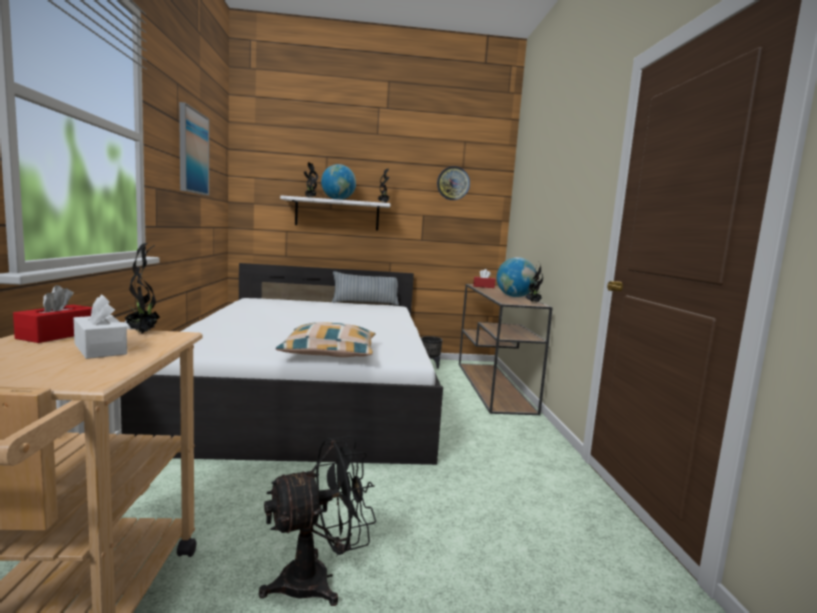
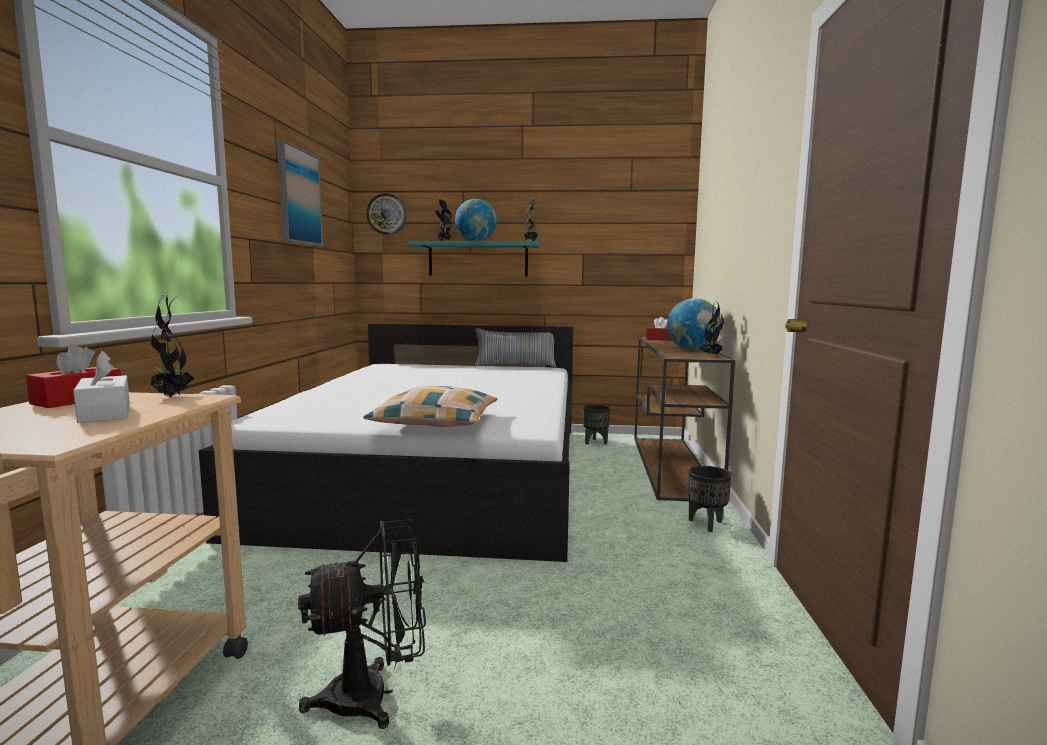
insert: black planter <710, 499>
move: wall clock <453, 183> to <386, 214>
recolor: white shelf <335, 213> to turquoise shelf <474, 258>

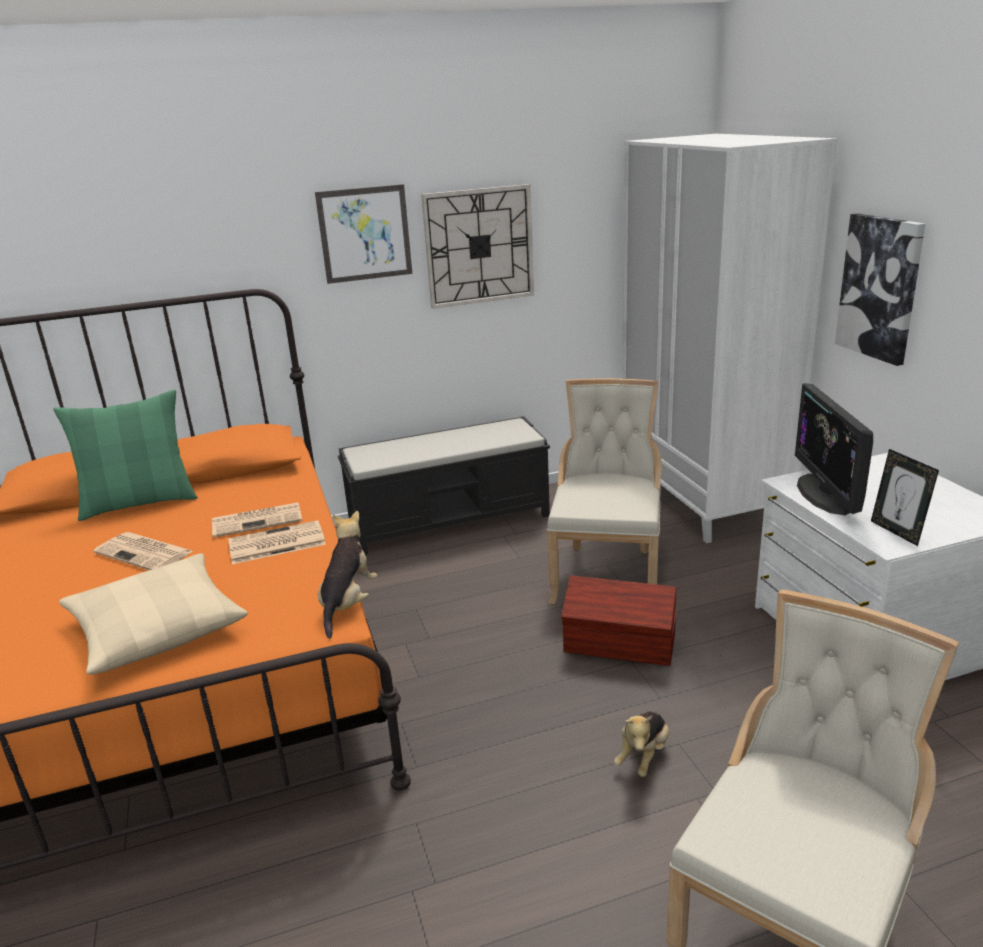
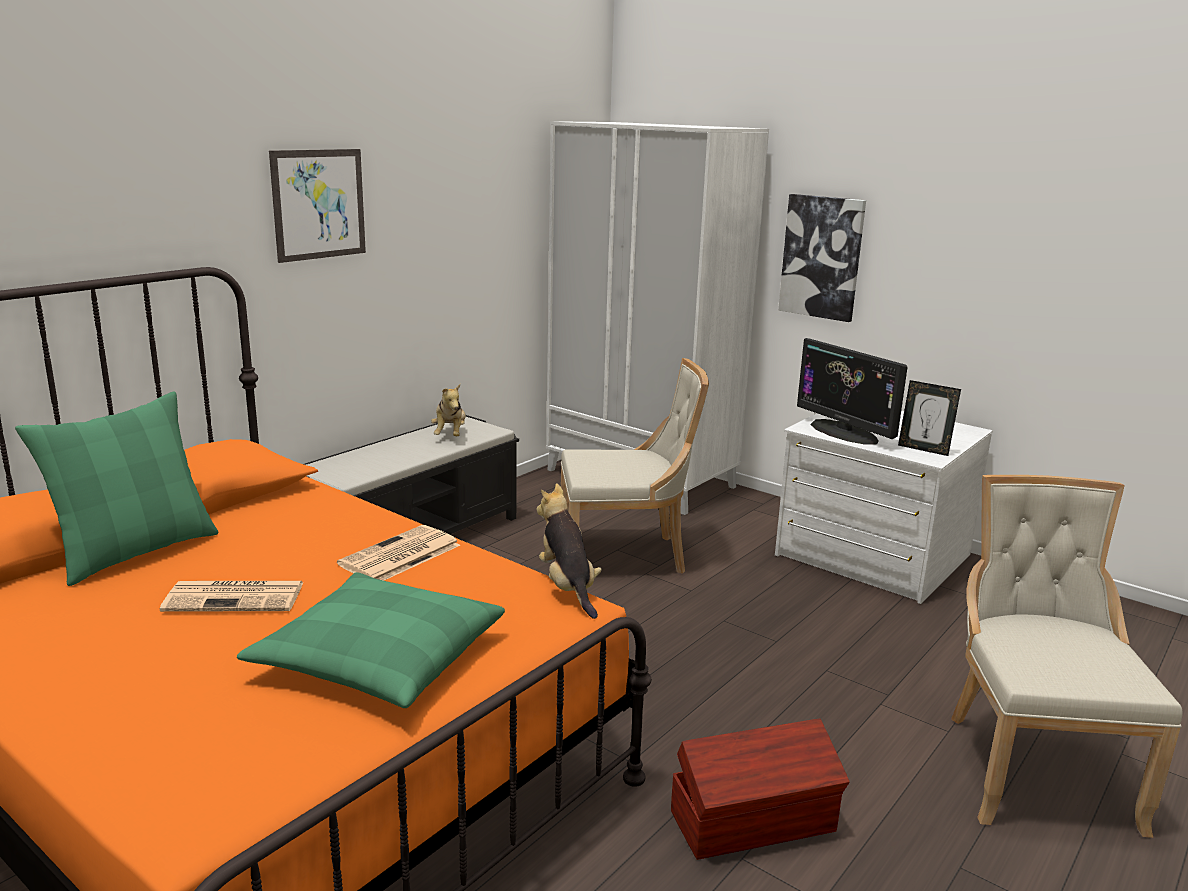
delete: wall clock <477, 246>; newspaper <257, 520>
move: brown storage box <619, 620> to <760, 789>; plush toy <641, 744> to <448, 410>
recolor: beige pillow <153, 614> to green pillow <371, 640>
rotate: beige chair <604, 491> = <635, 466> 105 degrees clockwise

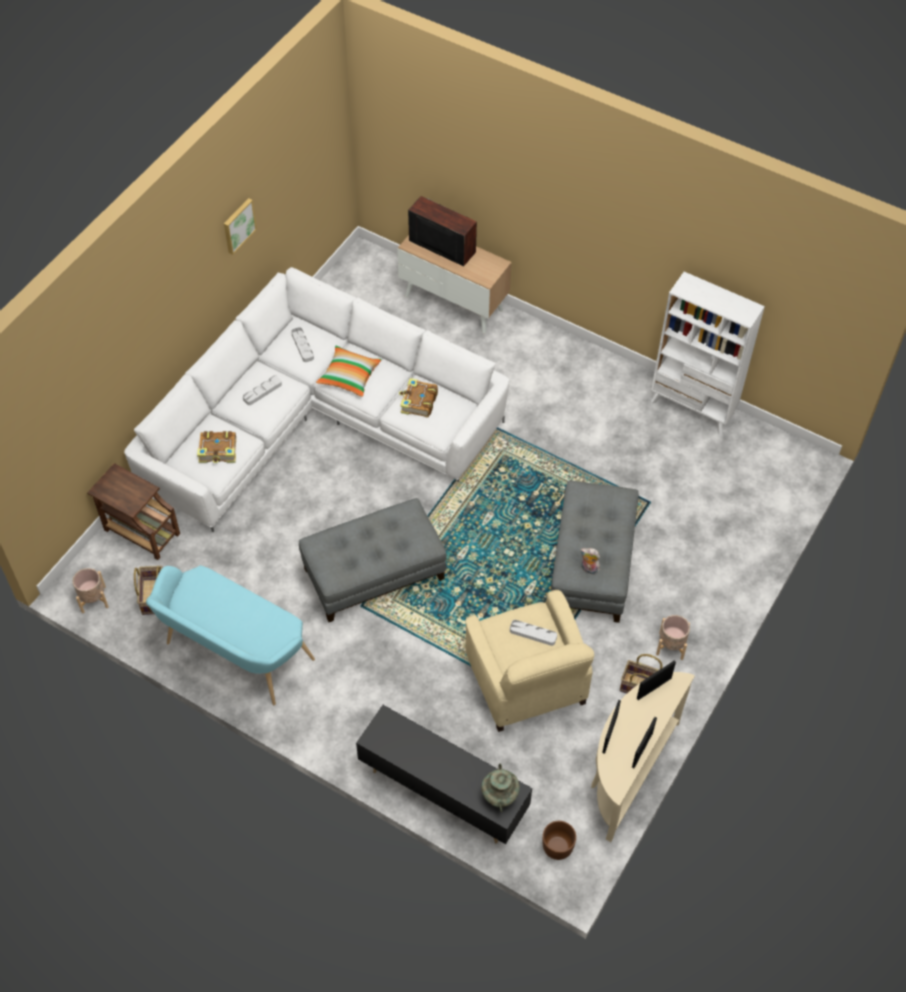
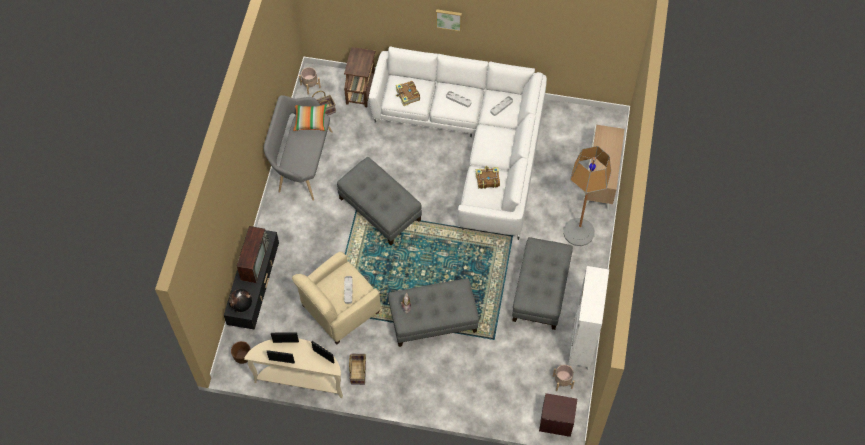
insert: floor lamp <587, 196>; grey ottoman <542, 283>; brown nightstand <558, 415>
move: television <442, 231> to <253, 254>; picture <240, 226> to <449, 20>; pillow <349, 371> to <310, 117>; beige planter <673, 637> to <564, 378>
replace: turquoise vase <500, 788> to globe <240, 300>
recolor: turquoise bench <230, 635> to grey bench <297, 148>

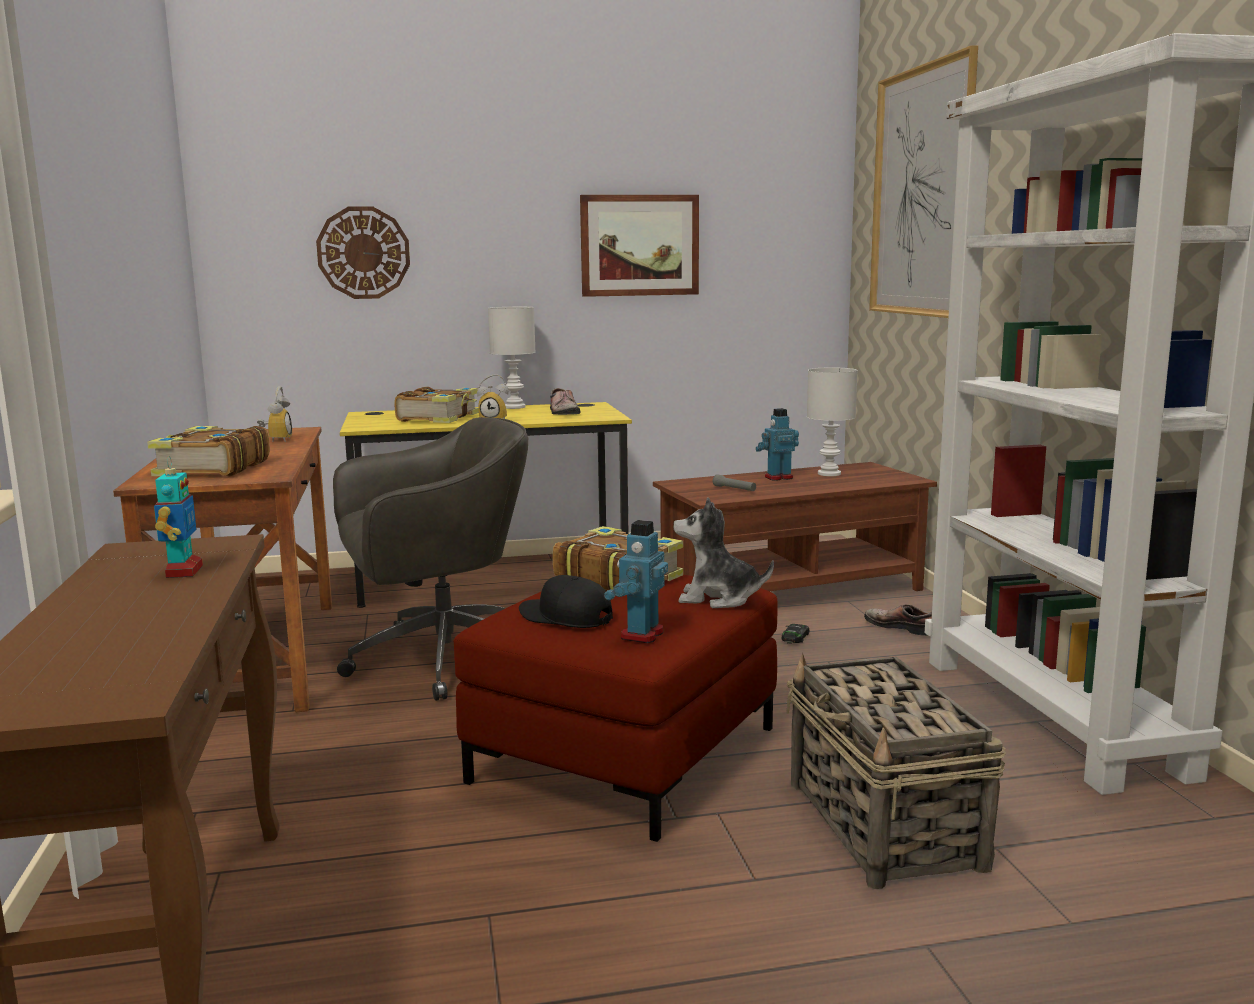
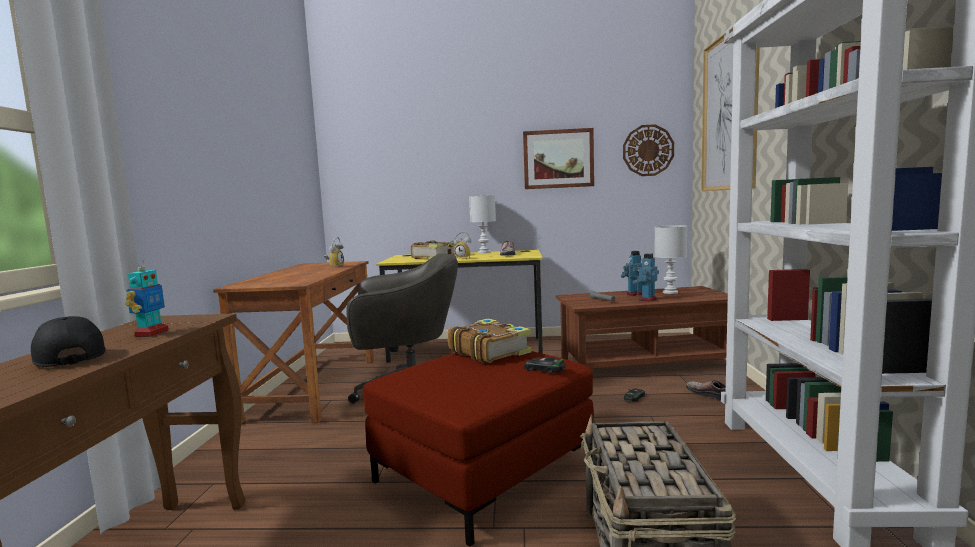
delete: book <208, 451>
move: wall clock <363, 252> to <648, 150>; toy robot <636, 581> to <646, 277>; black cap <566, 601> to <68, 341>
replace: plush toy <723, 552> to toy car <545, 365>

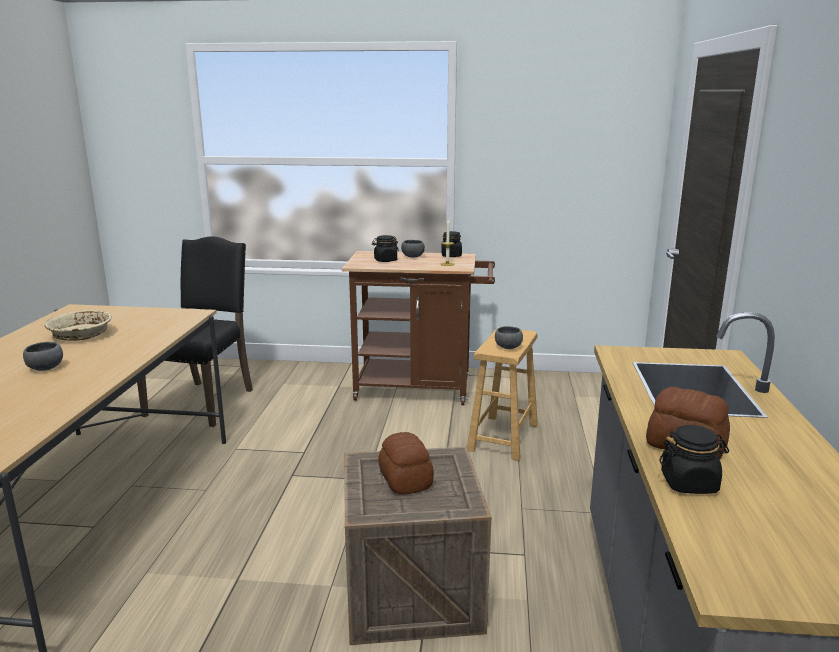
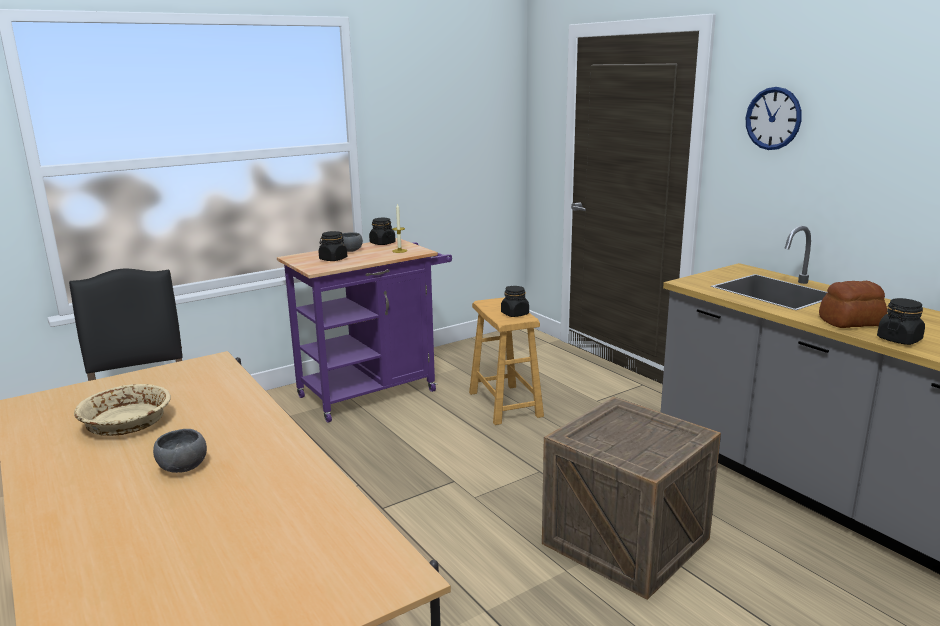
delete: bread <406, 463>
insert: wall clock <774, 118>
replace: grey bowl <509, 337> to black jar <515, 301>
recolor: brown cart <418, 328> to purple cart <364, 330>

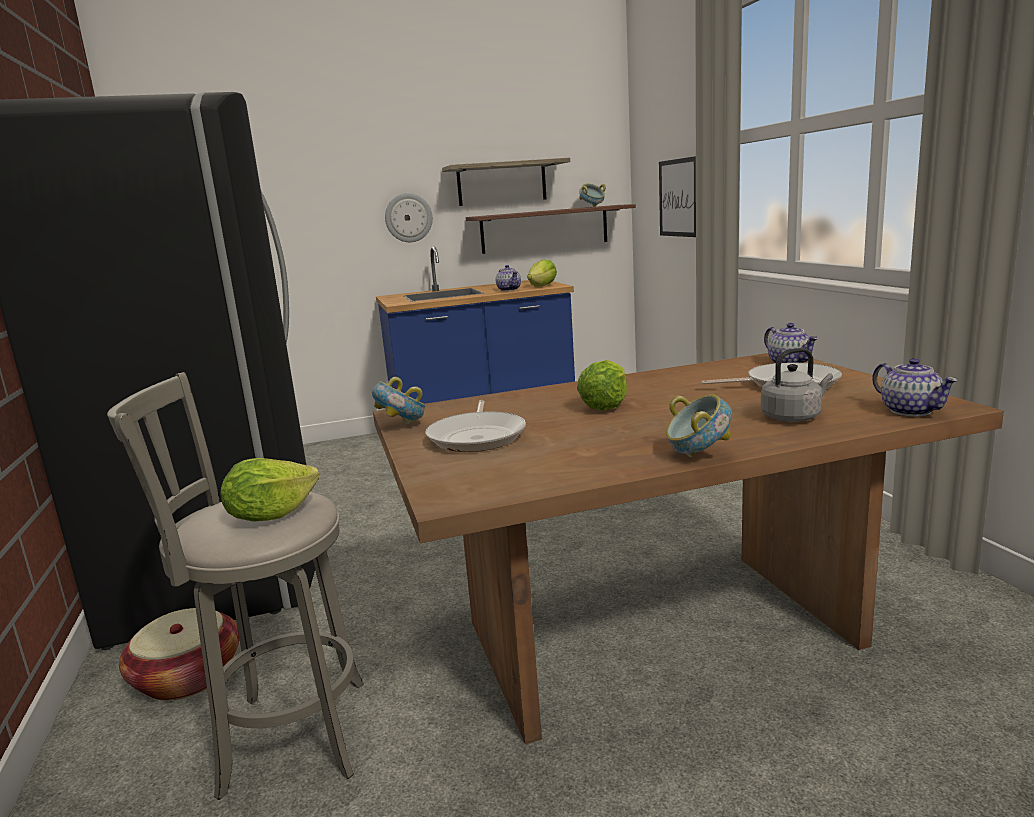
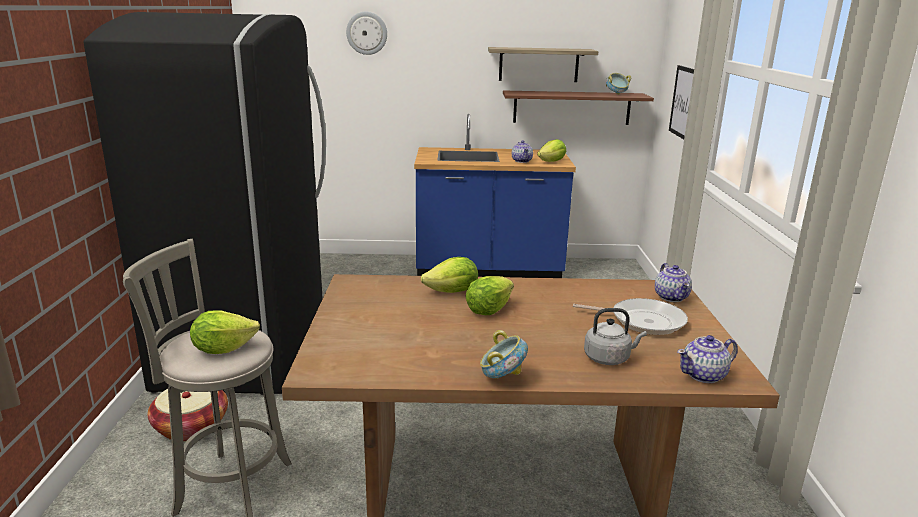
delete: bowl <398, 401>; frying pan <476, 426>
insert: lettuce <449, 275>
move: wall clock <409, 217> to <366, 33>
rotate: teapot <915, 387> = <707, 359> 75 degrees clockwise

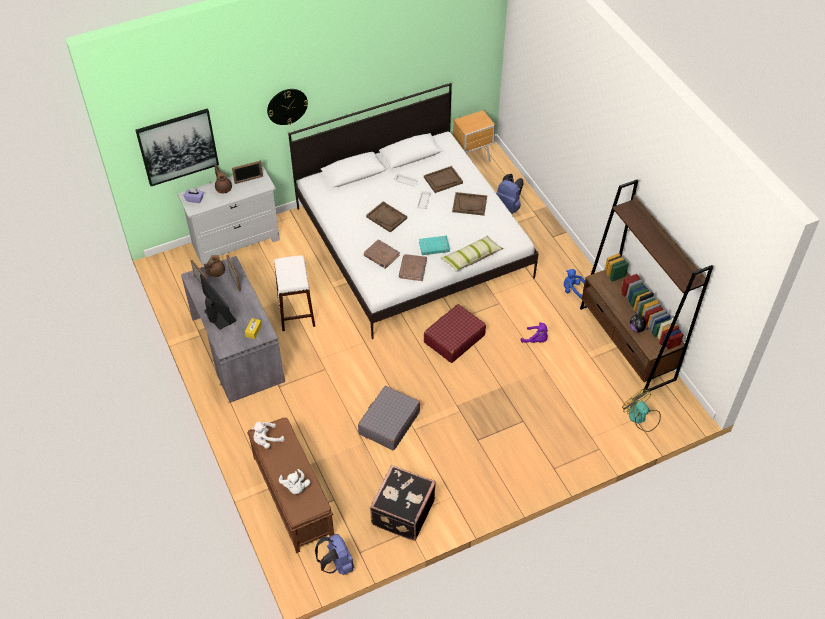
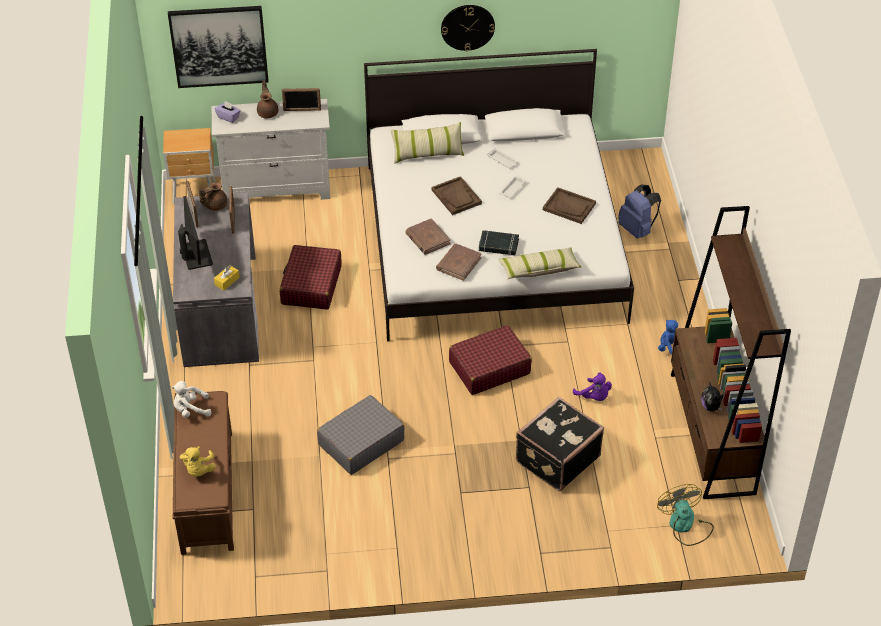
delete: brown tray <443, 179>; blue backpack <334, 554>
insert: pillow <427, 143>
move: wall clock <287, 107> to <468, 28>; brown nightstand <474, 136> to <189, 166>; black suitcase <403, 503> to <560, 444>
replace: white stool <294, 293> to red suitcase <311, 277>
recolor: turquoise book <434, 245> to black book <499, 243>; white plush toy <294, 481> to yellow plush toy <198, 461>

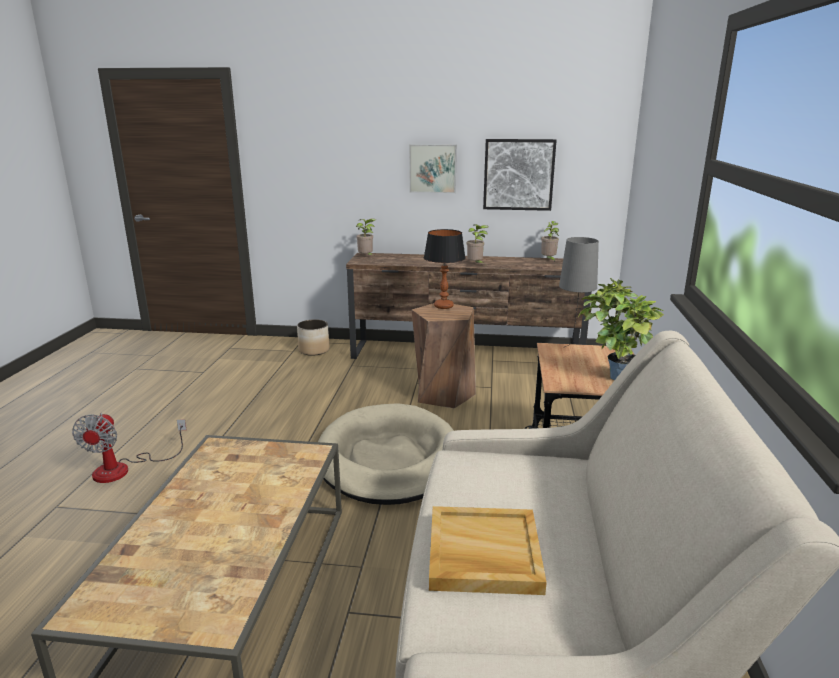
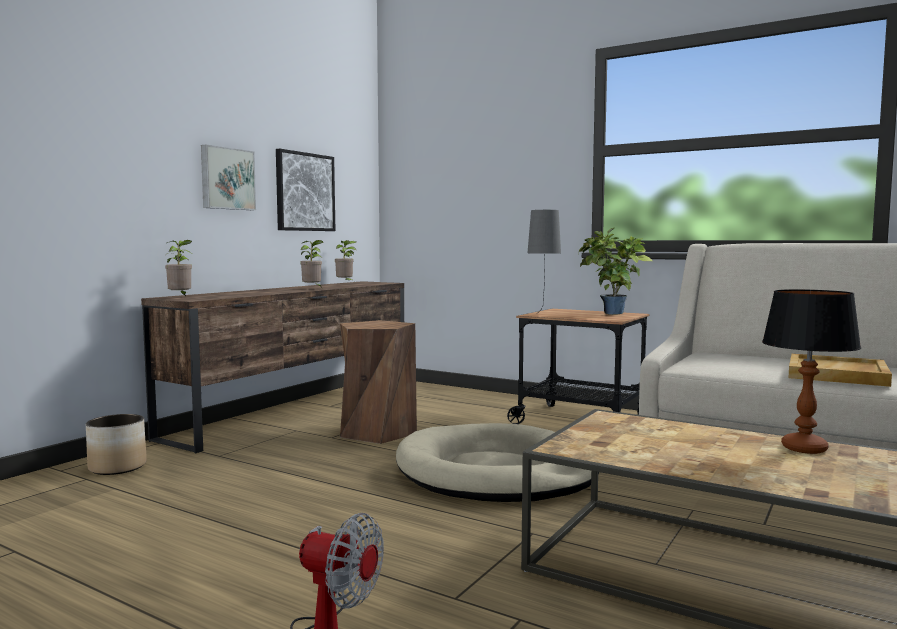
move: table lamp <445, 269> to <811, 371>

